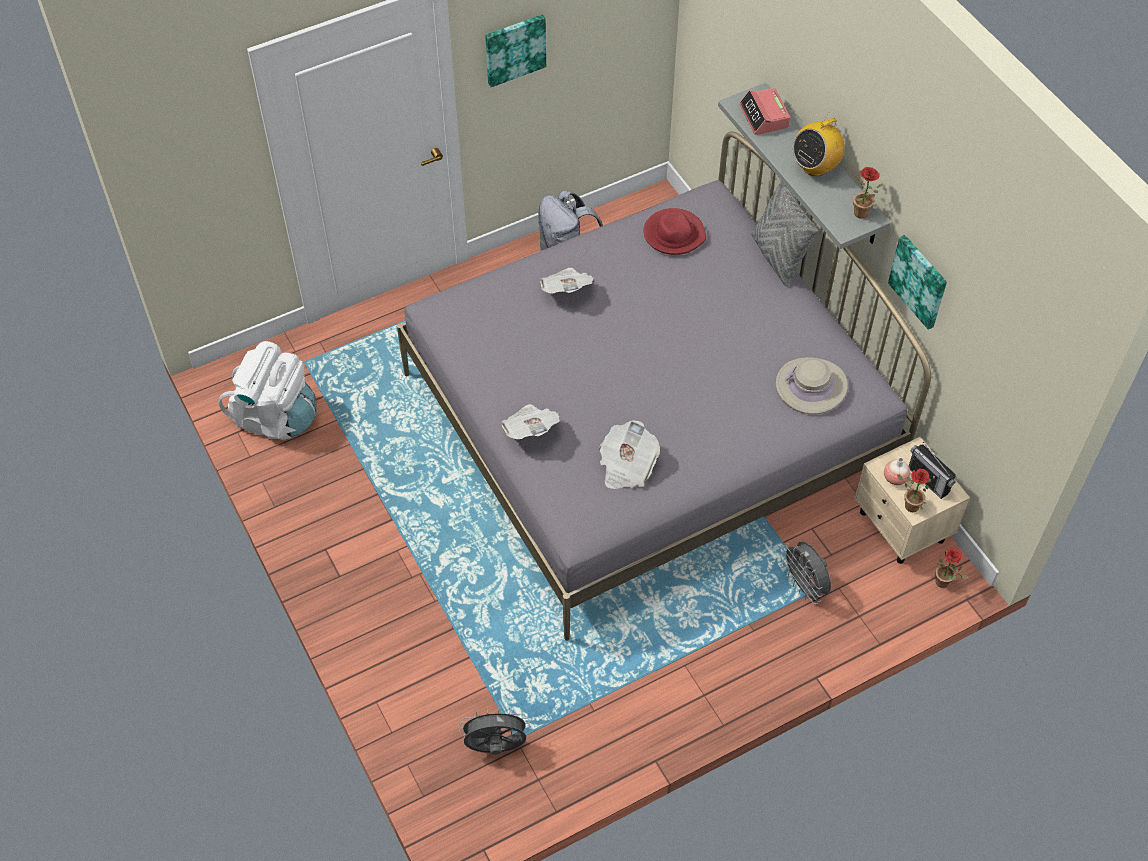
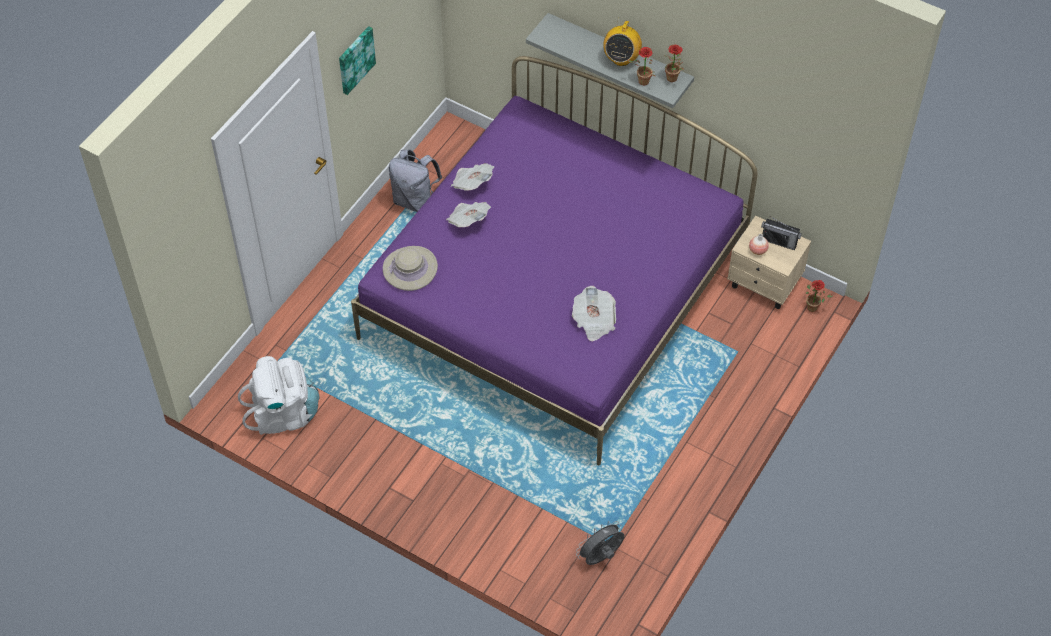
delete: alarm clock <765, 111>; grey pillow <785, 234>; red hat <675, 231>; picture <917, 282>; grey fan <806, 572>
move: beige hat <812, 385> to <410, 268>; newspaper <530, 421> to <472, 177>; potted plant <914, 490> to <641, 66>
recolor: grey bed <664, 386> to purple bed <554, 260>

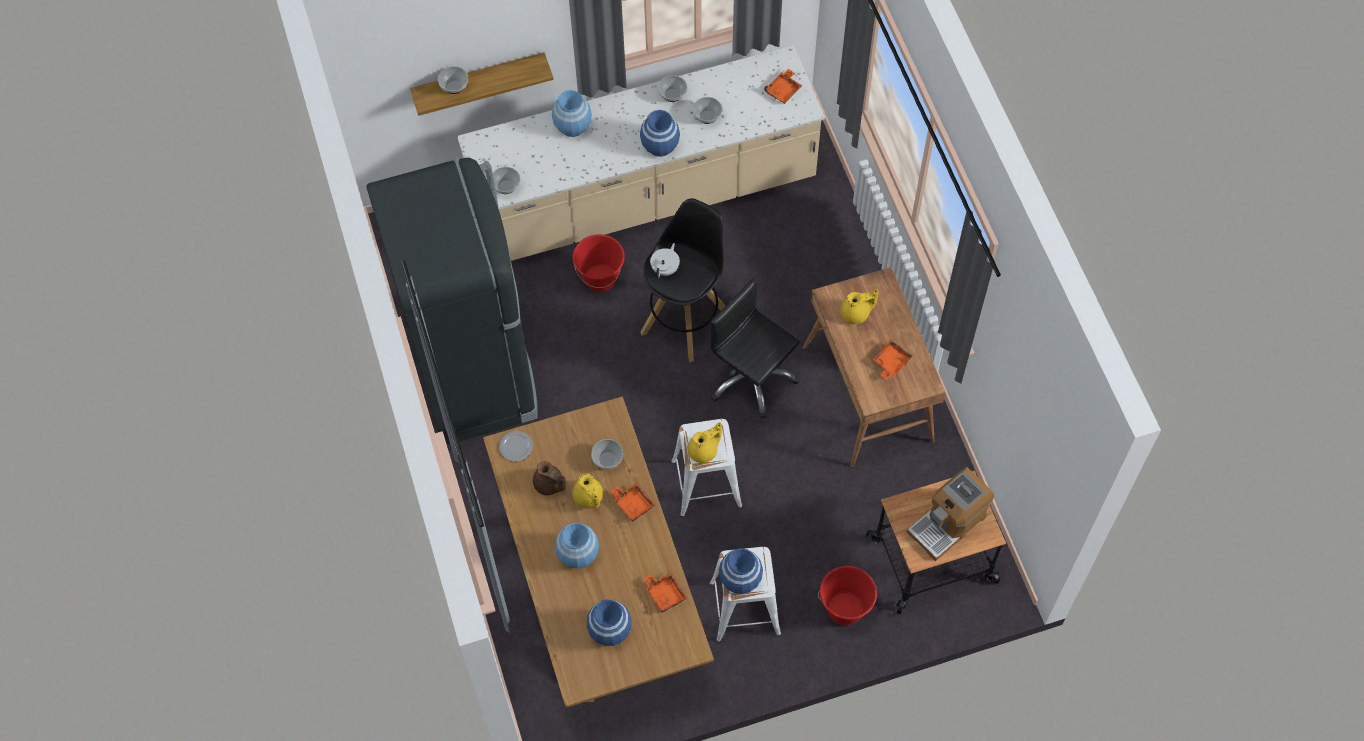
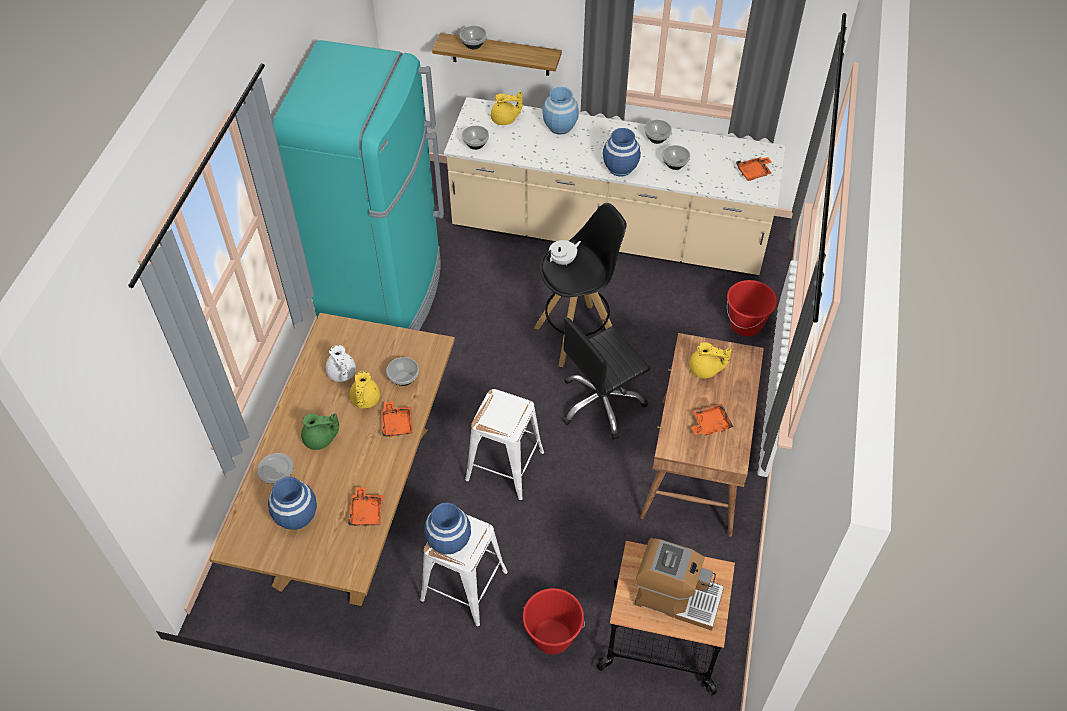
move: red bucket <598, 263> to <752, 308>; yellow teapot <705, 442> to <507, 108>; plate <516, 446> to <275, 468>
replace: blue vase <577, 545> to green teapot <320, 431>
recolor: black fridge <452, 301> to turquoise fridge <358, 185>; brown teapot <549, 478> to white teapot <341, 363>
rotate: black office chair <755, 349> = <606, 378> 105 degrees counterclockwise; coffee machine <950, 514> = <679, 584> 150 degrees counterclockwise

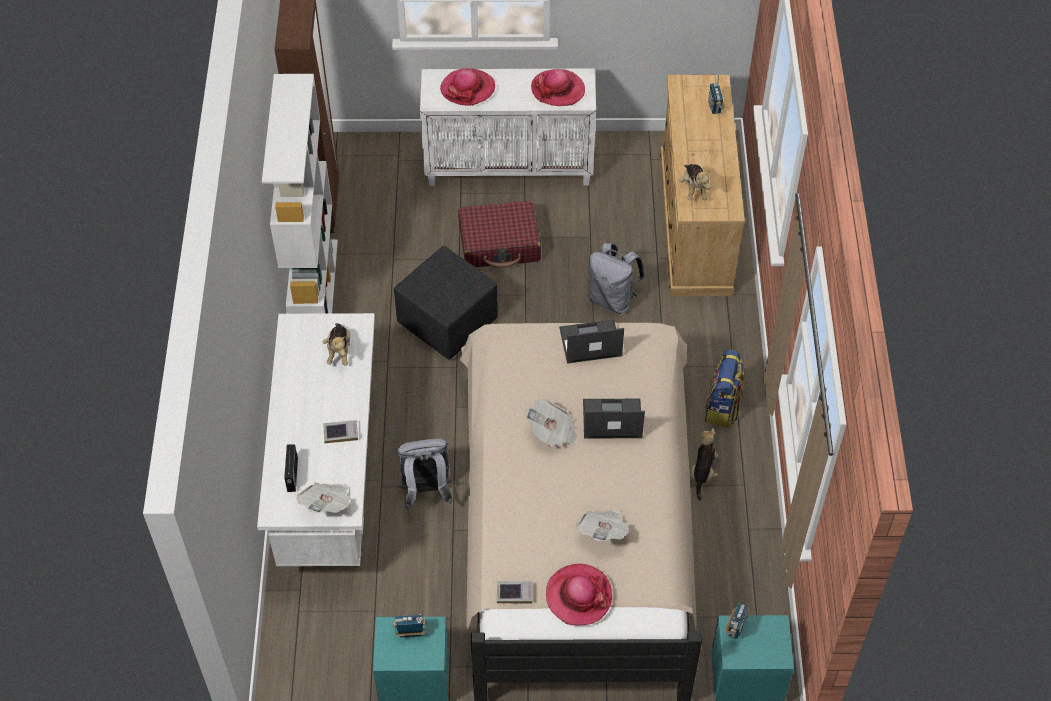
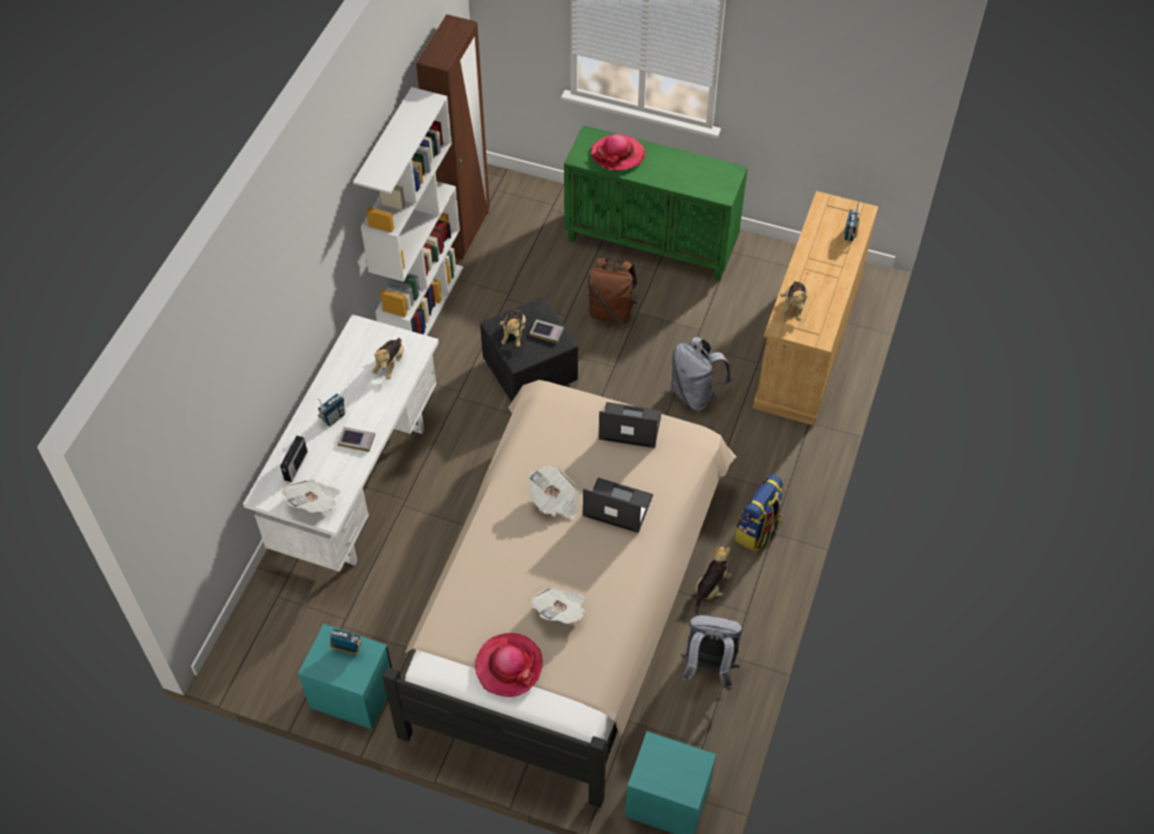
delete: hat <558, 87>
insert: plush toy <513, 328>
move: grey backpack <426, 473> to <712, 653>; book <514, 592> to <546, 331>; radio <736, 621> to <331, 410>
replace: red suitcase <499, 234> to brown backpack <612, 290>
recolor: white cabinet <508, 127> to green cabinet <656, 203>

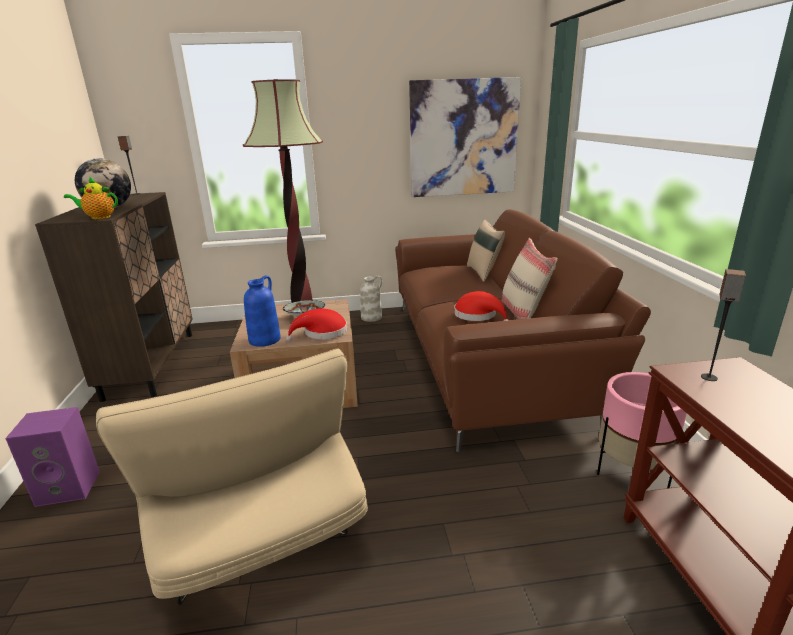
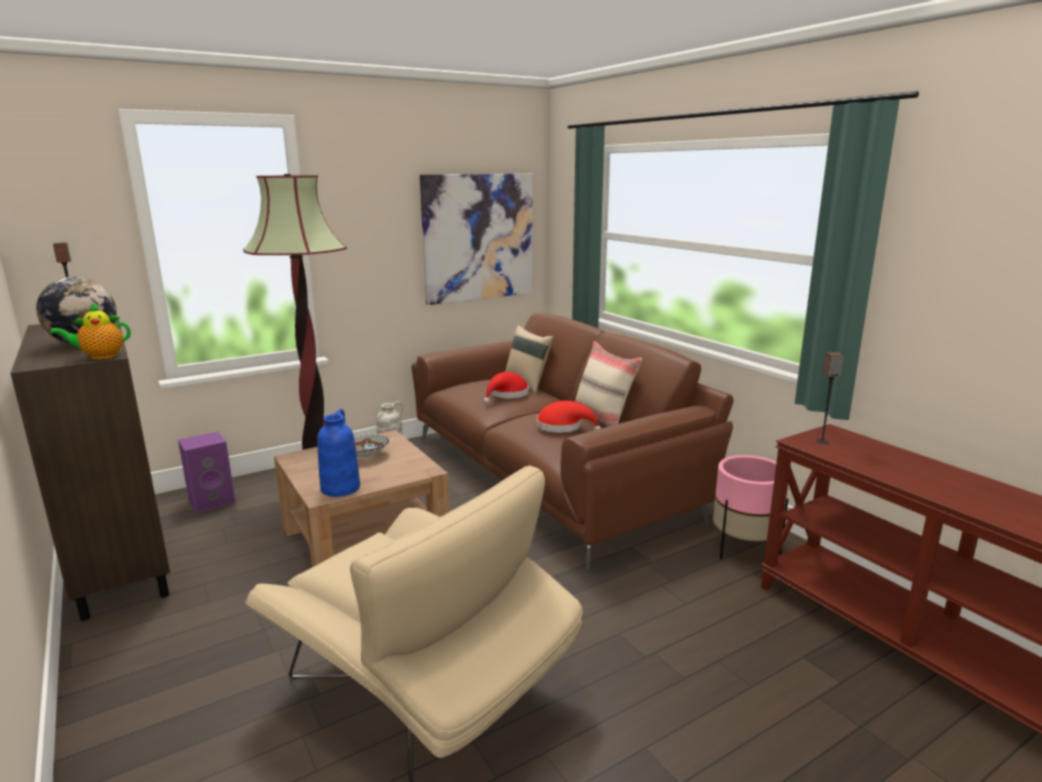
move: red hat <316, 325> to <506, 388>; purple speaker <52, 457> to <207, 472>

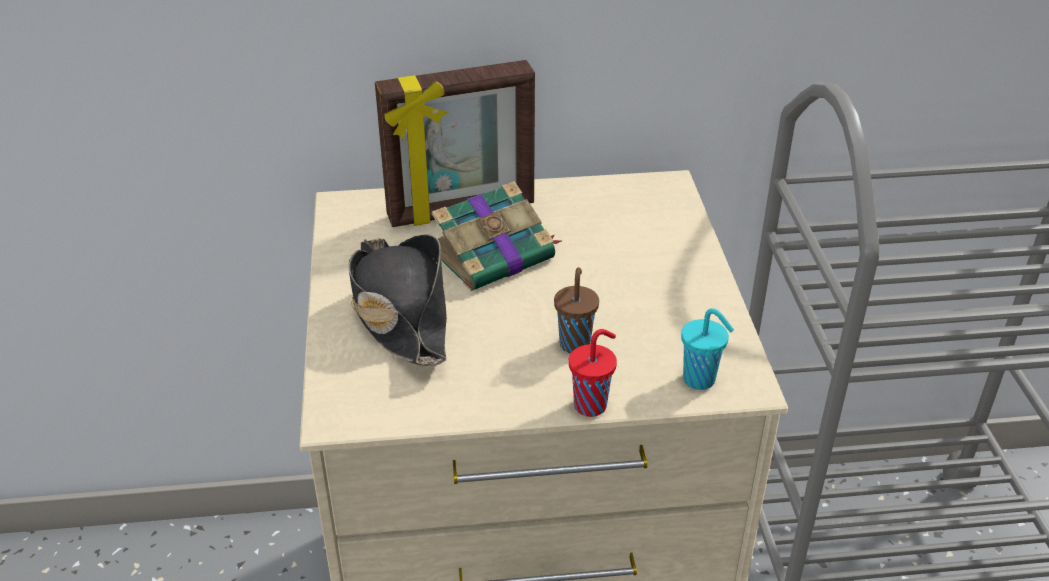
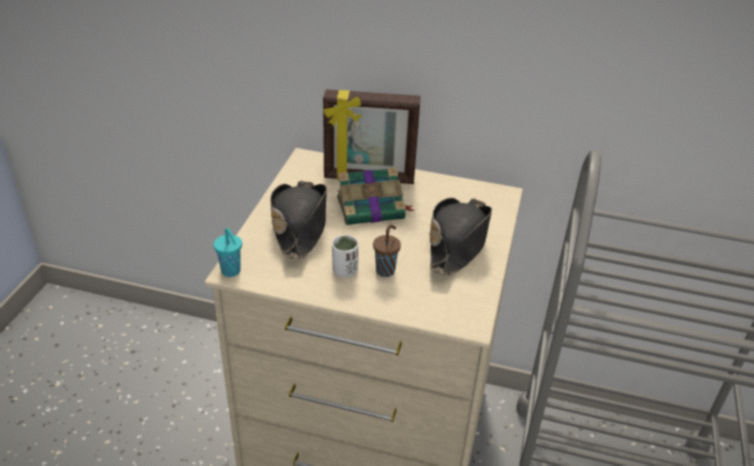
delete: red cup <593, 373>
insert: black hat <460, 236>; white cup <345, 256>
move: turquoise cup <707, 349> to <228, 252>

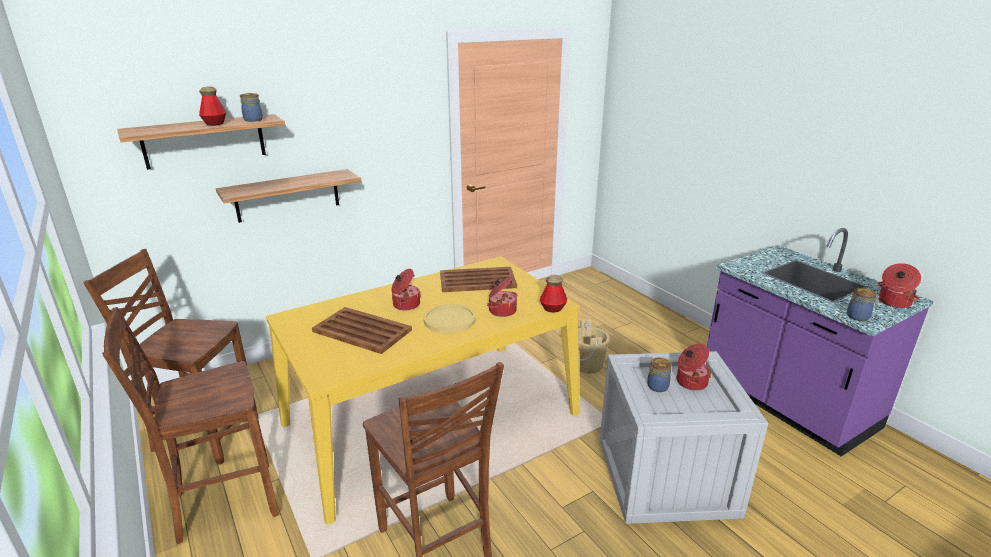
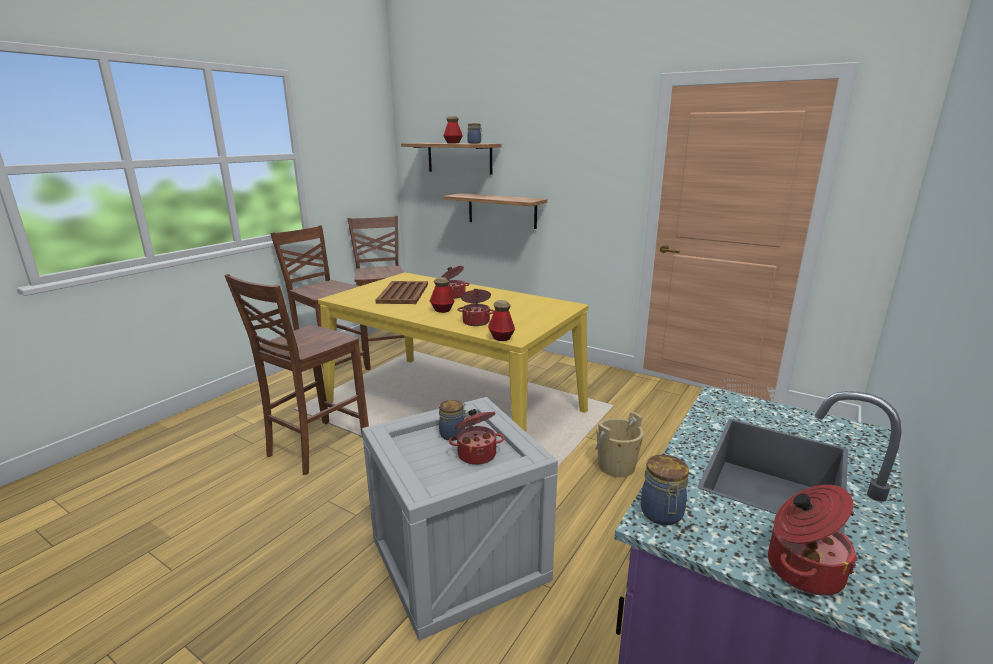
delete: brown tray <478, 279>
replace: yellow plate <450, 318> to bottle <442, 295>

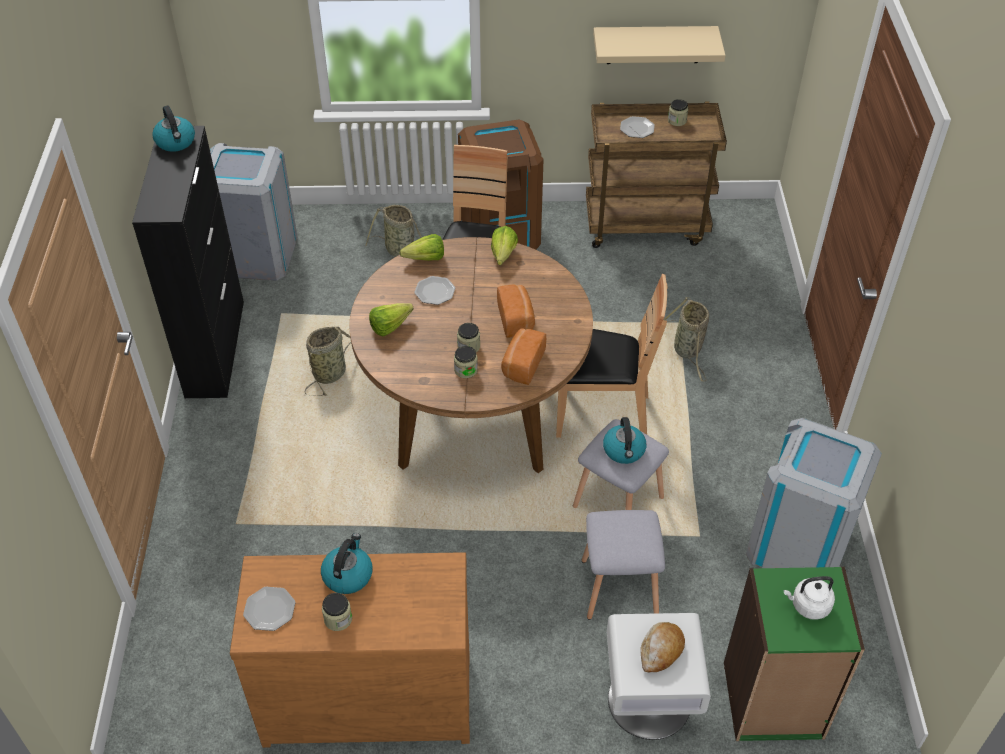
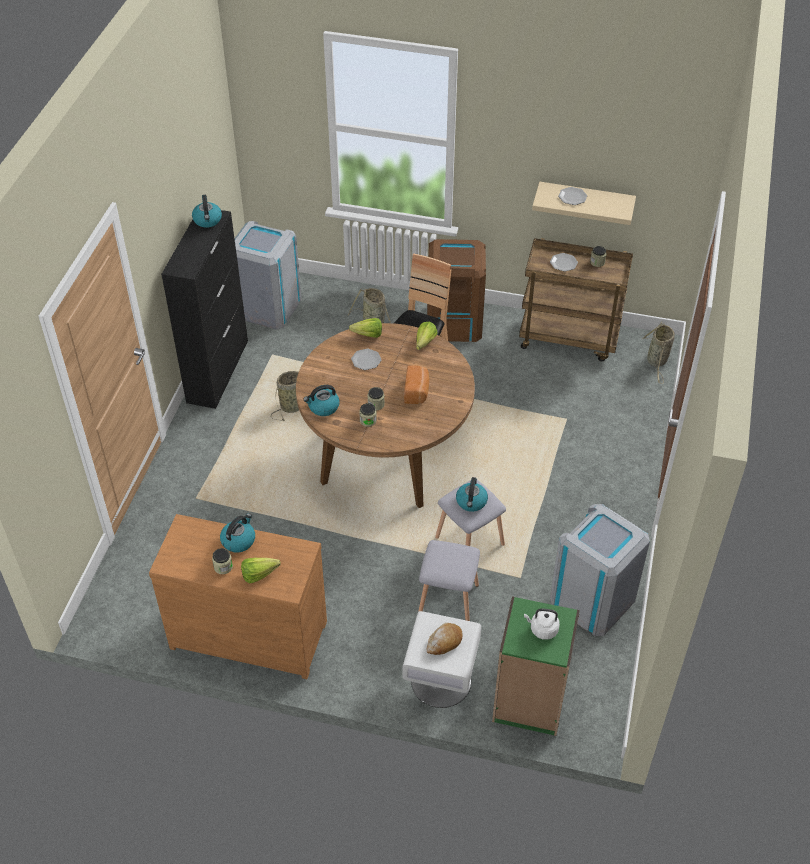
delete: brown chair <612, 356>; bread <523, 356>
insert: kettle <321, 400>
move: basket <686, 339> to <658, 352>; lettuce <391, 320> to <261, 570>; plate <269, 609> to <572, 196>

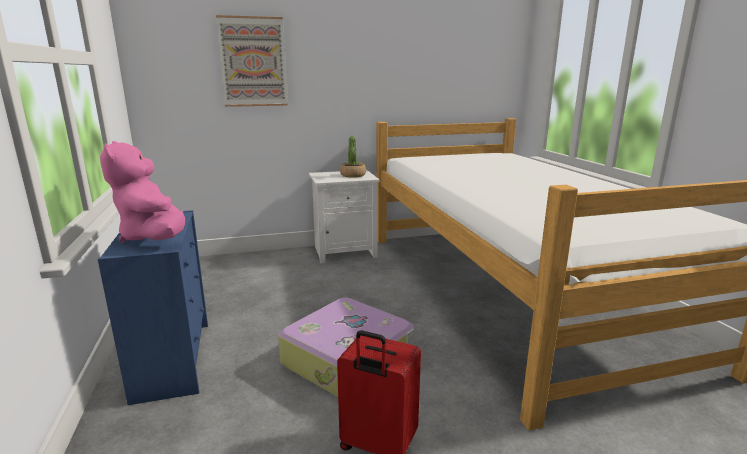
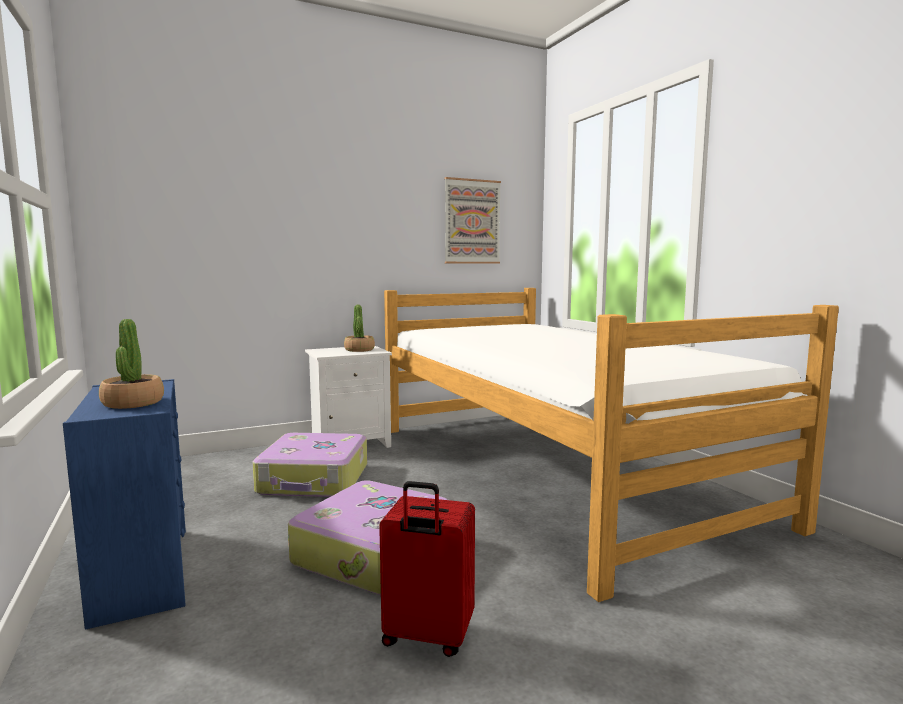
insert: suitcase <309, 465>
move: picture <252, 61> to <473, 220>
replace: pink plush toy <142, 192> to potted plant <131, 364>

